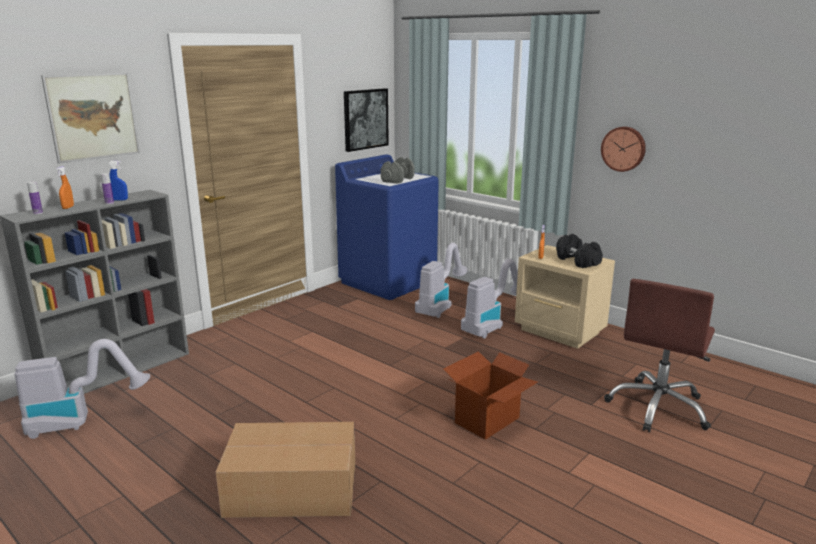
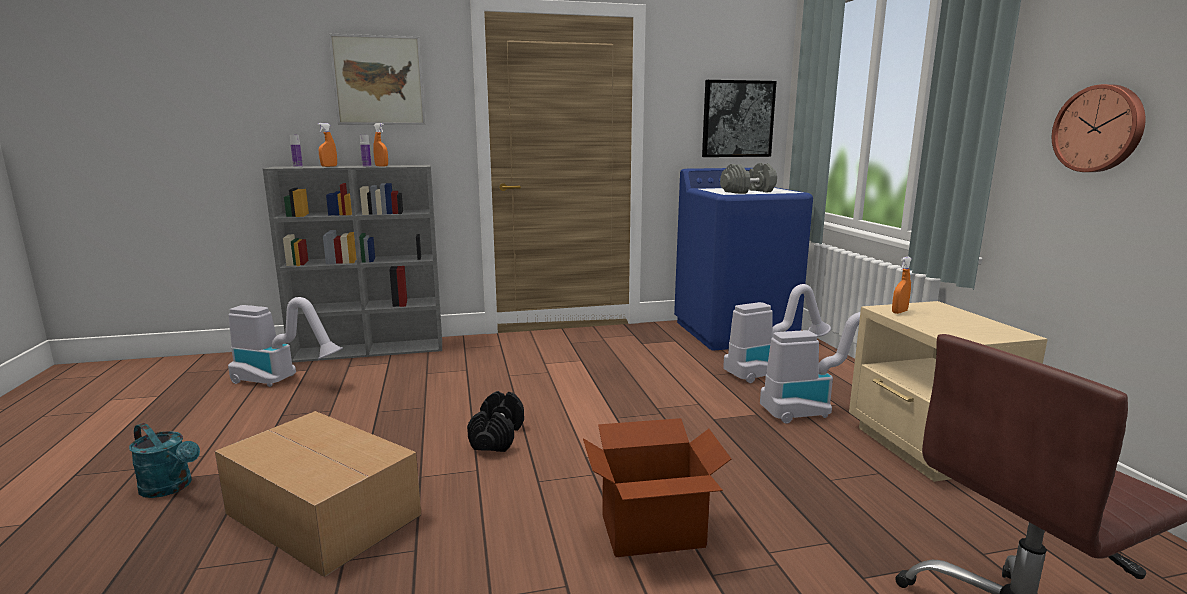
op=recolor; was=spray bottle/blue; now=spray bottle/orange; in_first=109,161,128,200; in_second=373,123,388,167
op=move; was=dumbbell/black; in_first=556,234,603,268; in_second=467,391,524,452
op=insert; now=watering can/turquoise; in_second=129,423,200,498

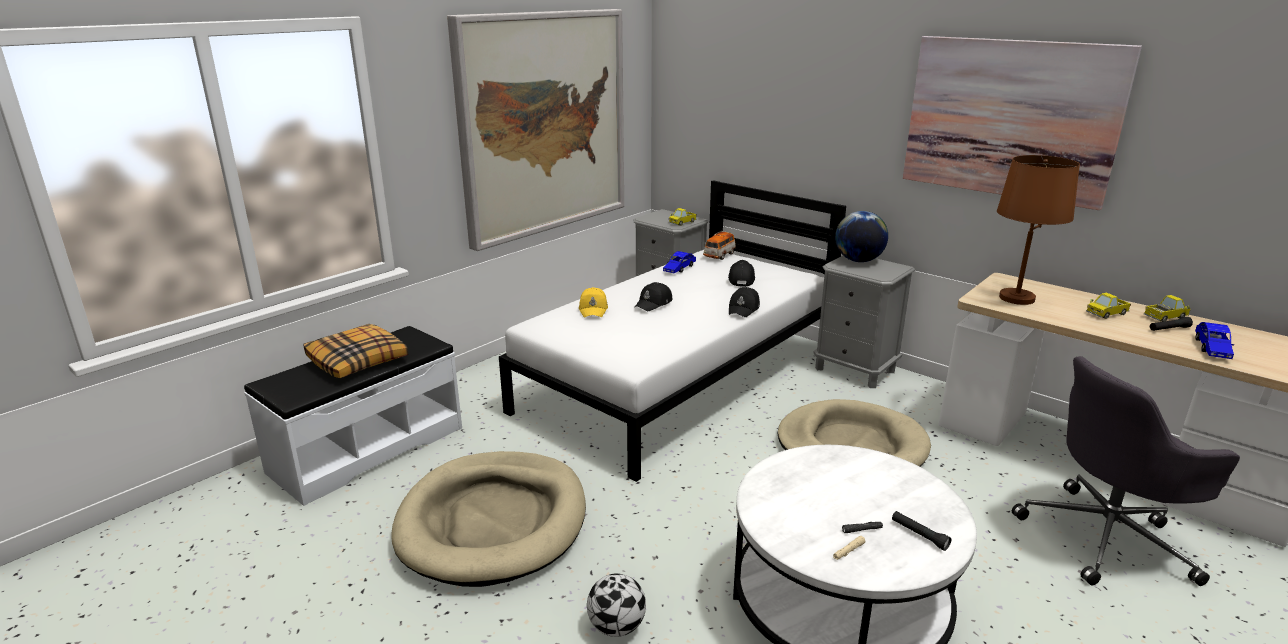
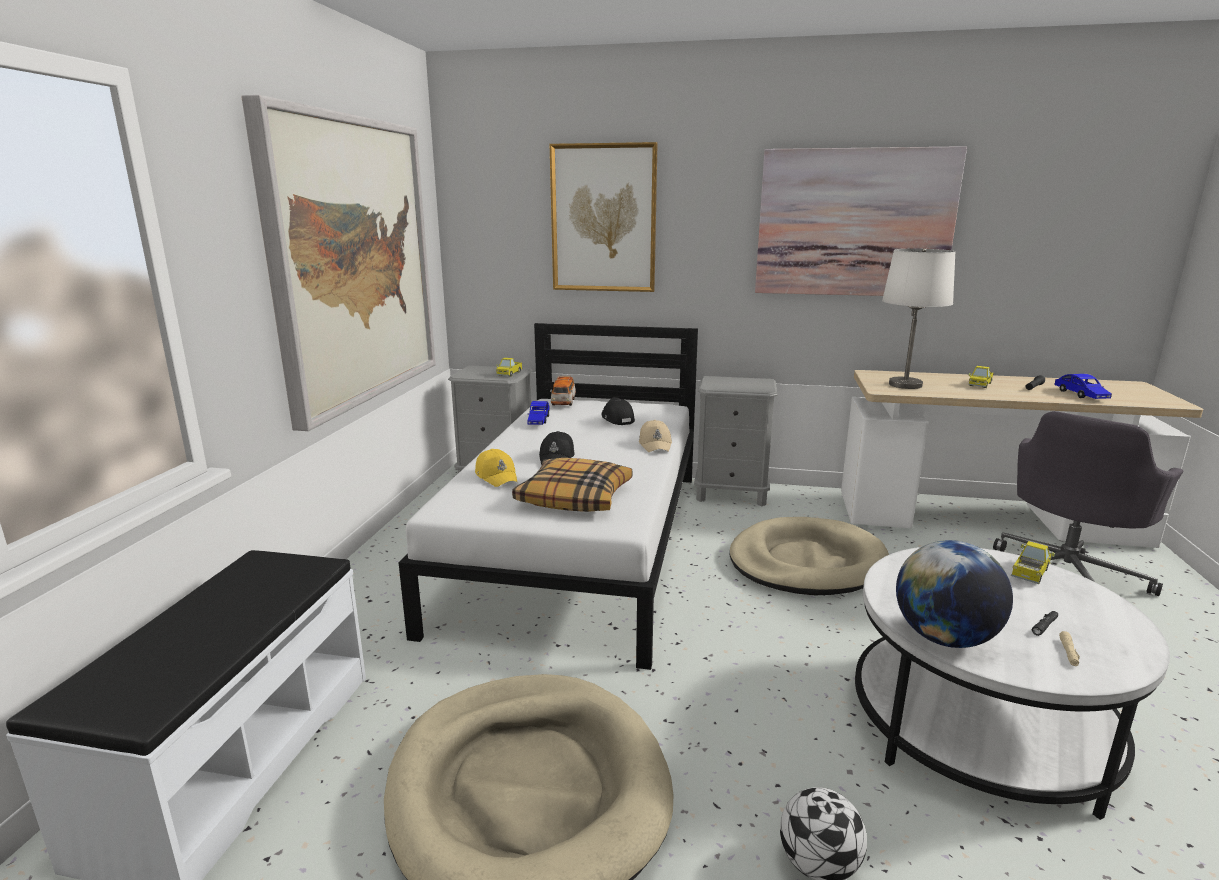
op=recolor; was=table lamp/brown; now=table lamp/white; in_first=997,155,1080,305; in_second=882,248,956,389
op=move; was=globe; in_first=835,211,888,262; in_second=896,540,1013,648
op=recolor; was=cap/black; now=cap/beige; in_first=729,287,760,317; in_second=639,420,672,452
op=move; was=toy truck; in_first=1144,295,1191,322; in_second=1011,541,1055,584
op=move; was=pillow; in_first=303,324,408,378; in_second=512,458,633,512
op=delete; was=flashlight/black; in_first=892,511,952,551
op=insert; now=picture; in_second=549,142,658,292

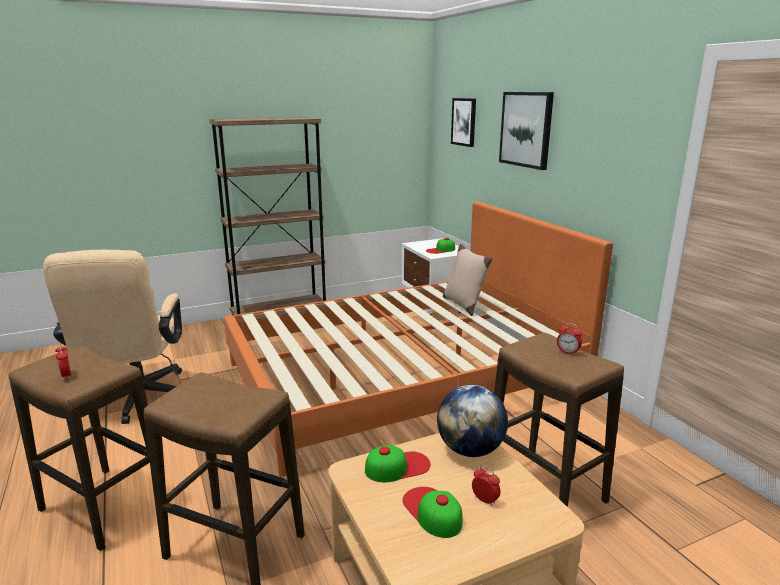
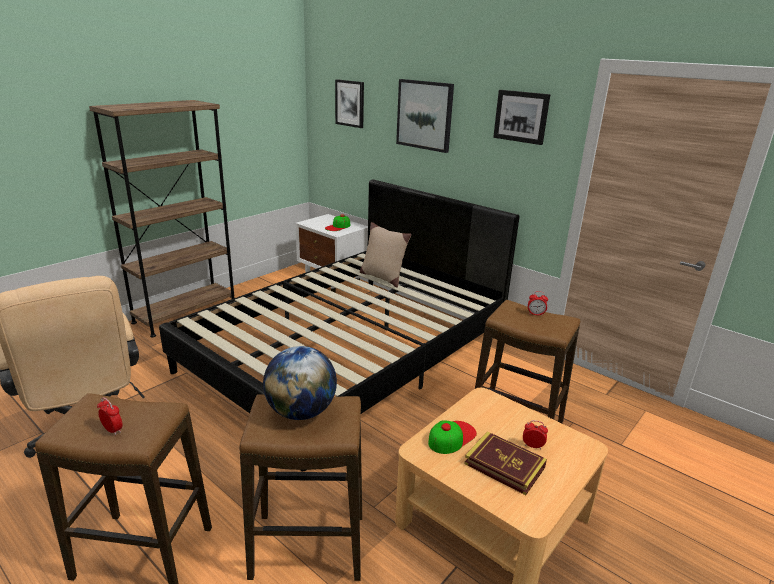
op=recolor; was=bed/orange; now=bed/black; in_first=224,201,613,477; in_second=159,179,520,471
op=move; was=globe; in_first=437,385,508,457; in_second=263,346,337,420
op=replace; was=cap; now=book; in_first=402,487,462,538; in_second=464,431,547,495
op=insert; now=picture; in_second=493,90,550,145

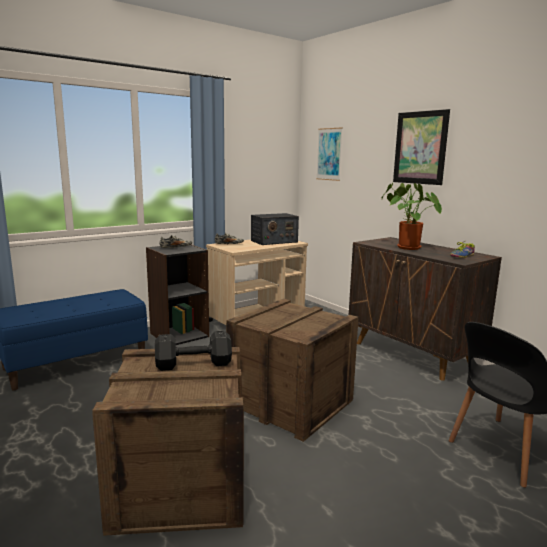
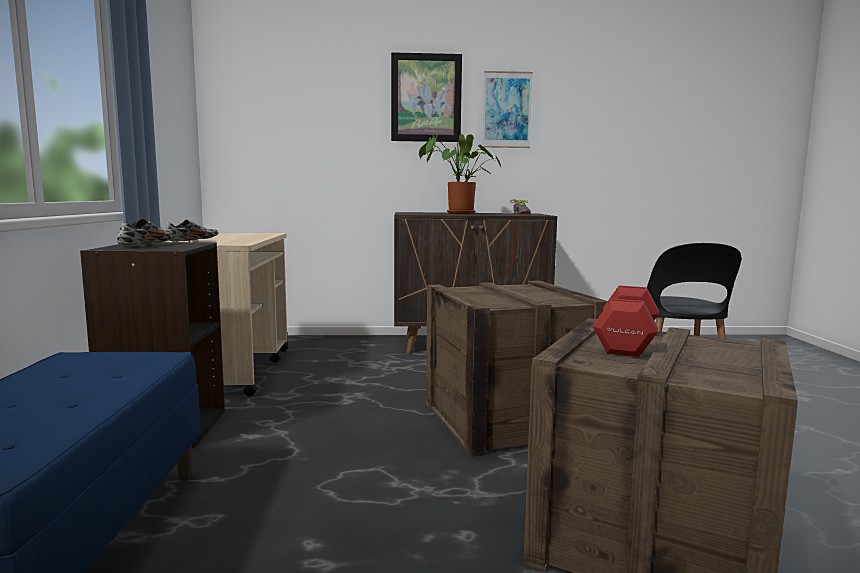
op=move; was=picture; in_first=316,128,343,181; in_second=482,71,533,148
op=delete; was=radio; in_first=251,213,299,245
op=recolor; was=dumbbell/black; now=dumbbell/red; in_first=155,331,232,371; in_second=593,285,659,357

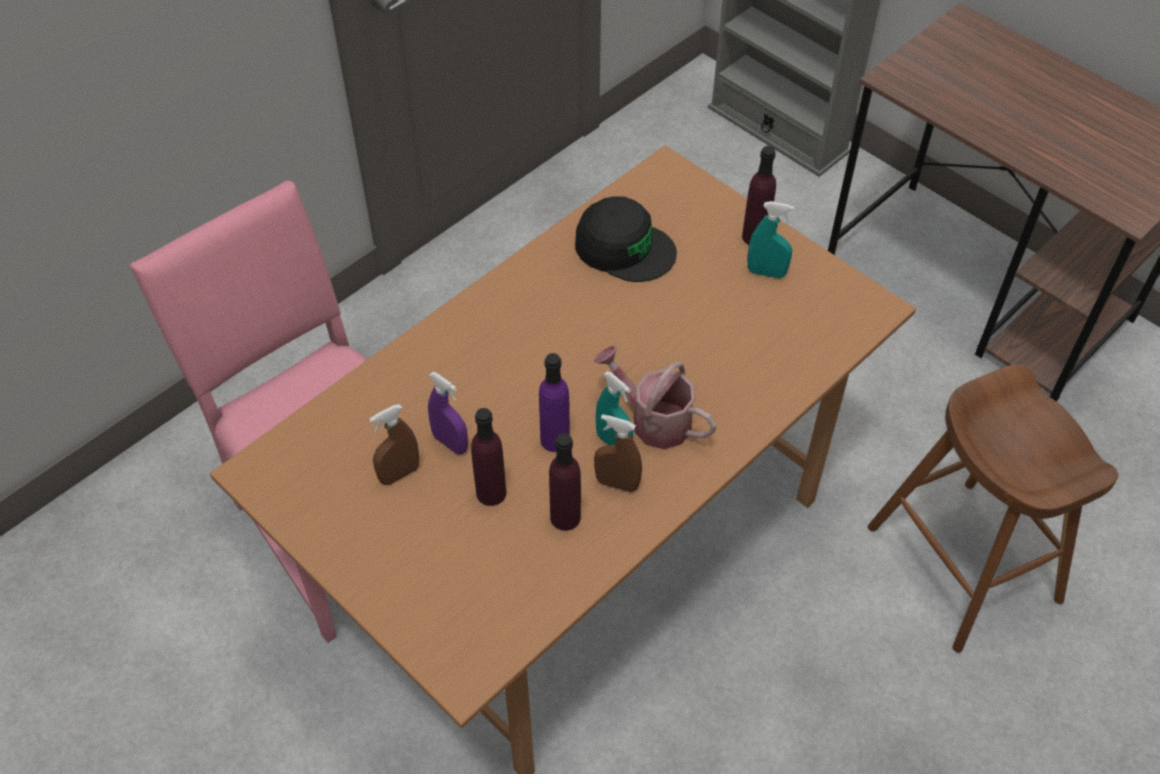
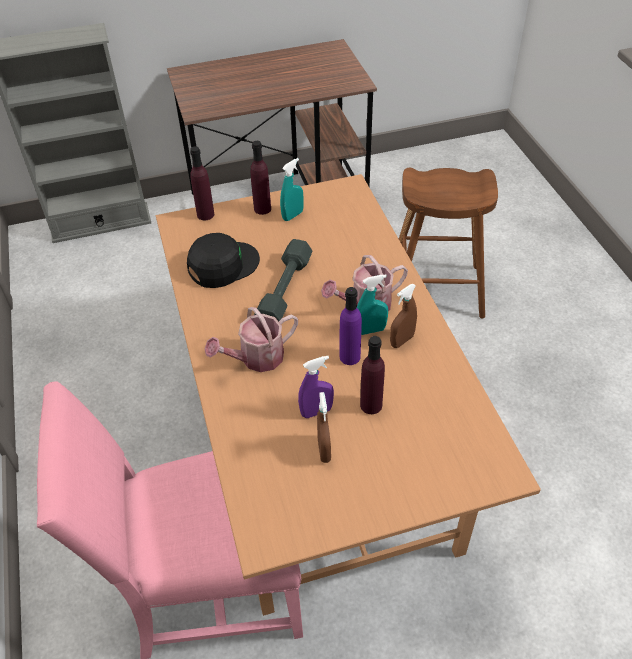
op=move; was=bottle/purple; in_first=549,433,581,531; in_second=190,146,214,220
op=insert; now=dumbbell/grey; in_second=254,239,312,322
op=insert; now=watering can; in_second=205,307,298,372

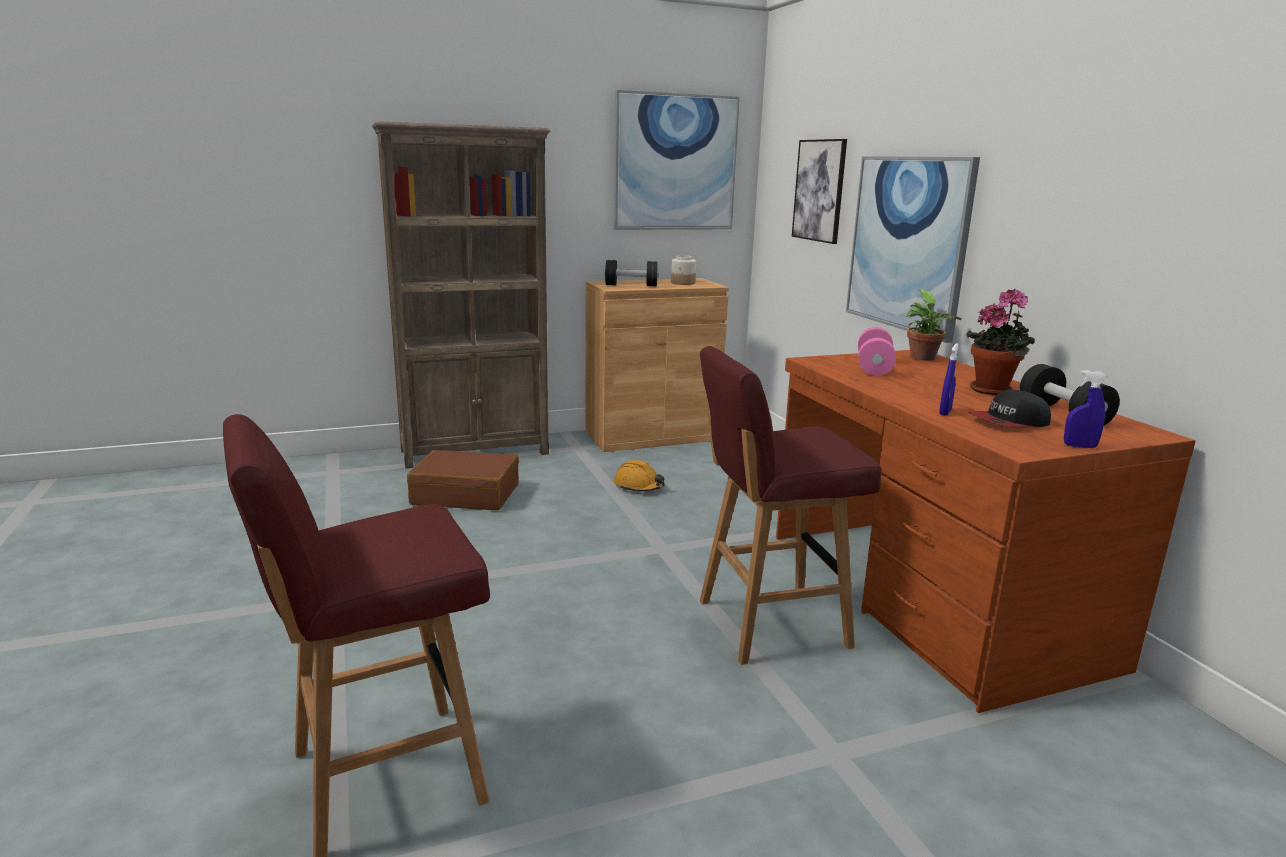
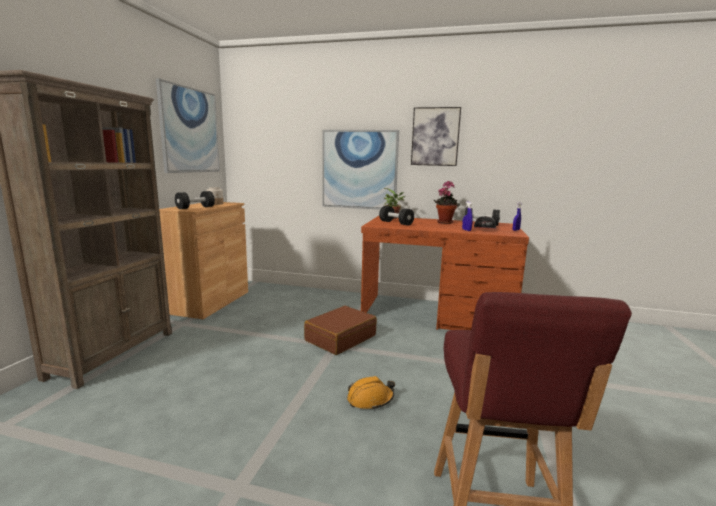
op=move; was=picture; in_first=792,139,847,244; in_second=411,107,461,166
op=recolor; was=dumbbell/pink; now=dumbbell/black; in_first=858,327,896,376; in_second=379,206,414,226
op=delete; was=stool/red; in_first=700,346,881,665
op=move; was=suitcase/brown; in_first=407,450,519,510; in_second=304,306,377,355
op=move; was=hard hat/orange; in_first=614,460,664,492; in_second=347,376,395,410

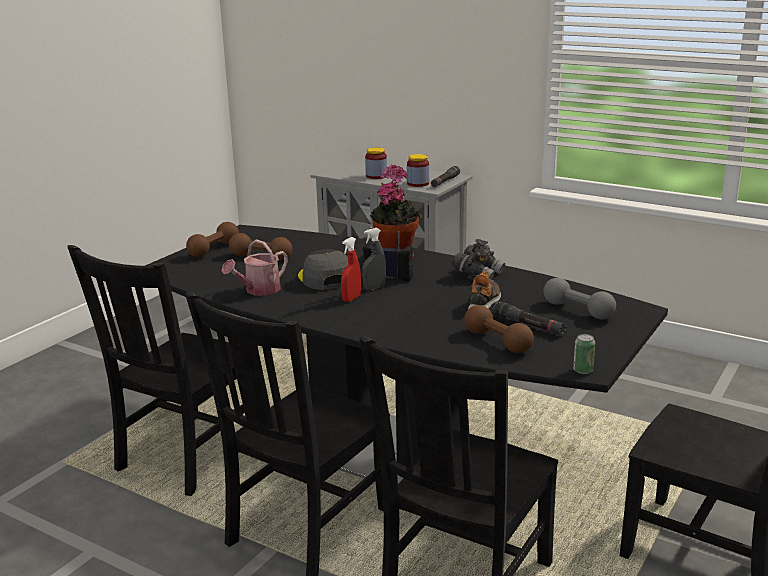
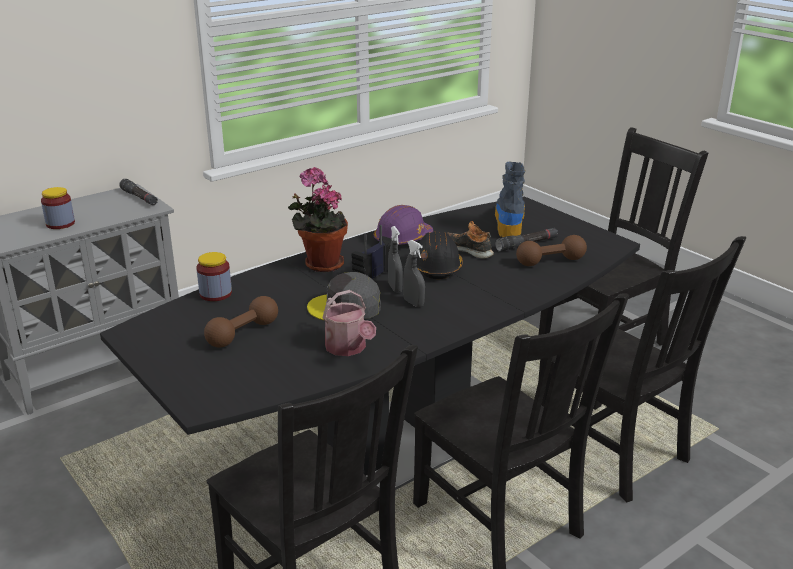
op=move; was=jar; in_first=407,154,429,187; in_second=196,252,232,301
op=delete; was=dumbbell/brown; in_first=186,222,239,257
op=recolor; was=spray bottle/red; now=spray bottle/grey; in_first=341,237,361,302; in_second=403,240,425,307
op=replace; was=binoculars/grey; now=hard hat/purple; in_first=452,239,505,280; in_second=374,205,433,245
op=replace; was=dumbbell/grey; now=boot; in_first=544,278,616,319; in_second=495,162,525,237
op=delete; was=can; in_first=573,334,595,374
op=insert; now=hard hat/black; in_second=416,231,463,279

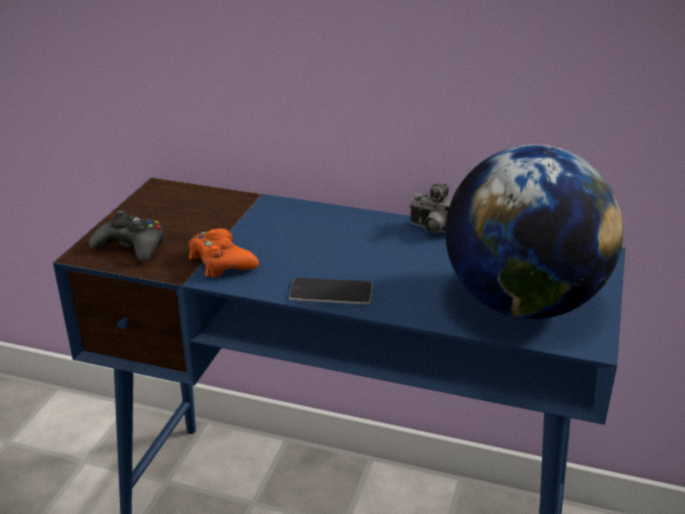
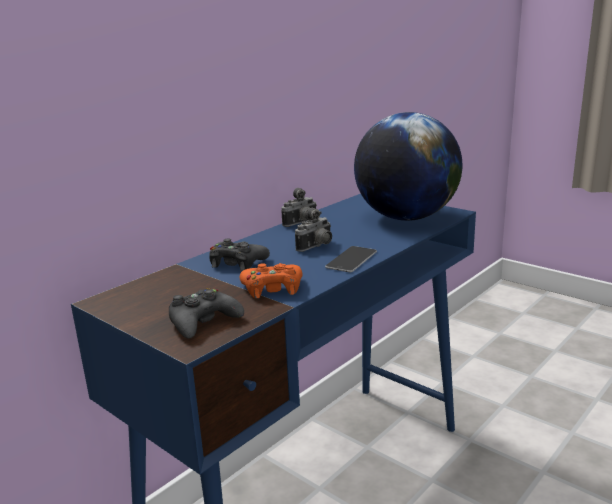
op=insert; now=photo camera; in_second=295,208,332,252
op=insert; now=game controller/black; in_second=209,239,270,271

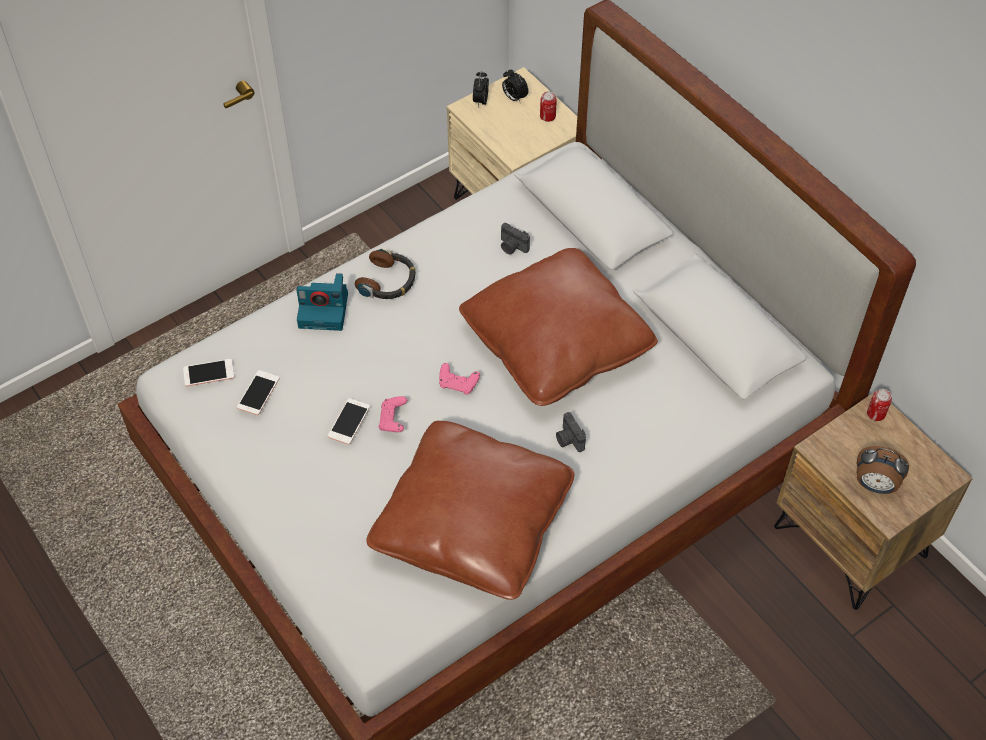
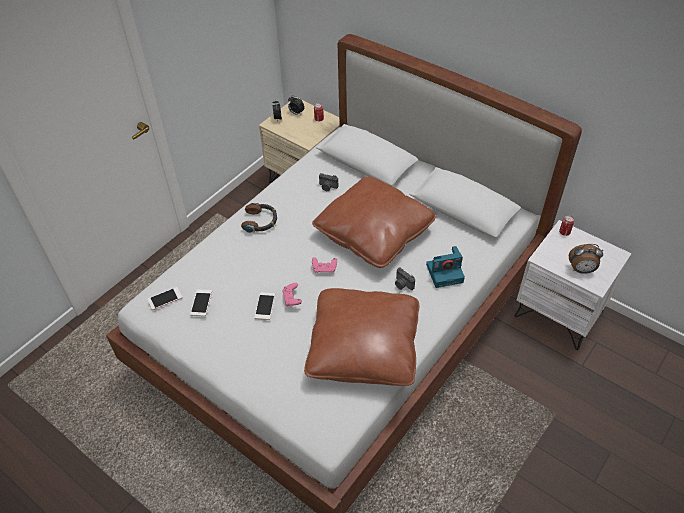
op=move; was=photo camera; in_first=297,273,348,331; in_second=426,246,465,288
op=recolor; was=nightstand/brown; now=nightstand/white; in_first=774,390,973,610; in_second=515,220,631,350

